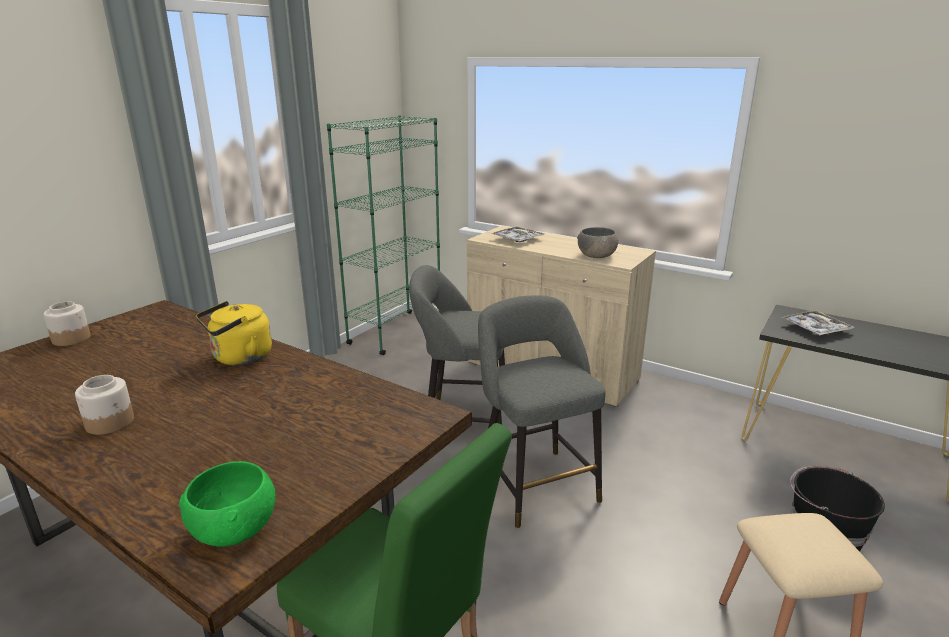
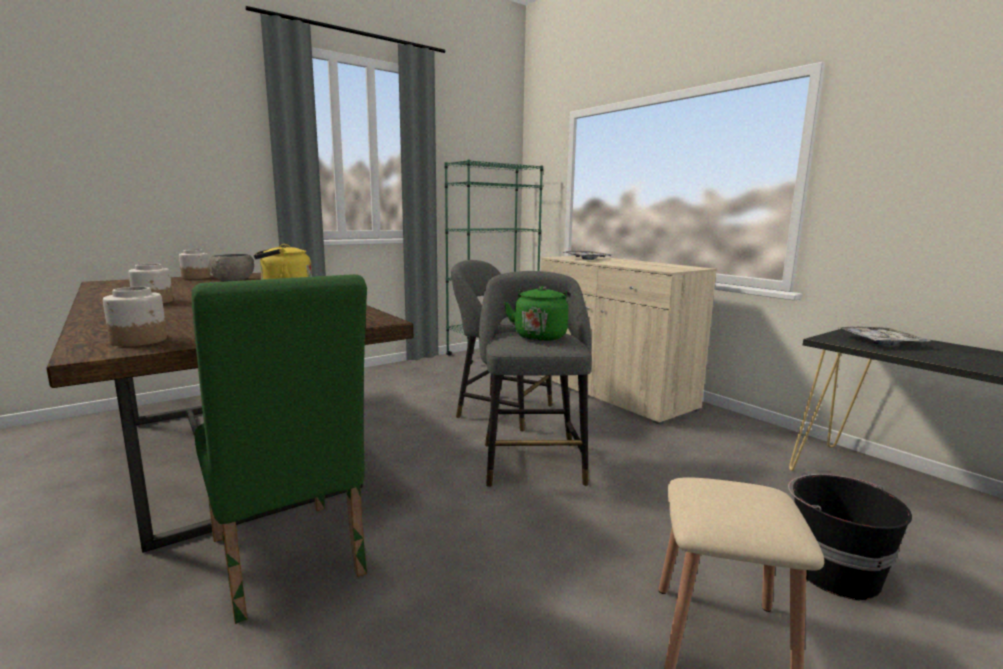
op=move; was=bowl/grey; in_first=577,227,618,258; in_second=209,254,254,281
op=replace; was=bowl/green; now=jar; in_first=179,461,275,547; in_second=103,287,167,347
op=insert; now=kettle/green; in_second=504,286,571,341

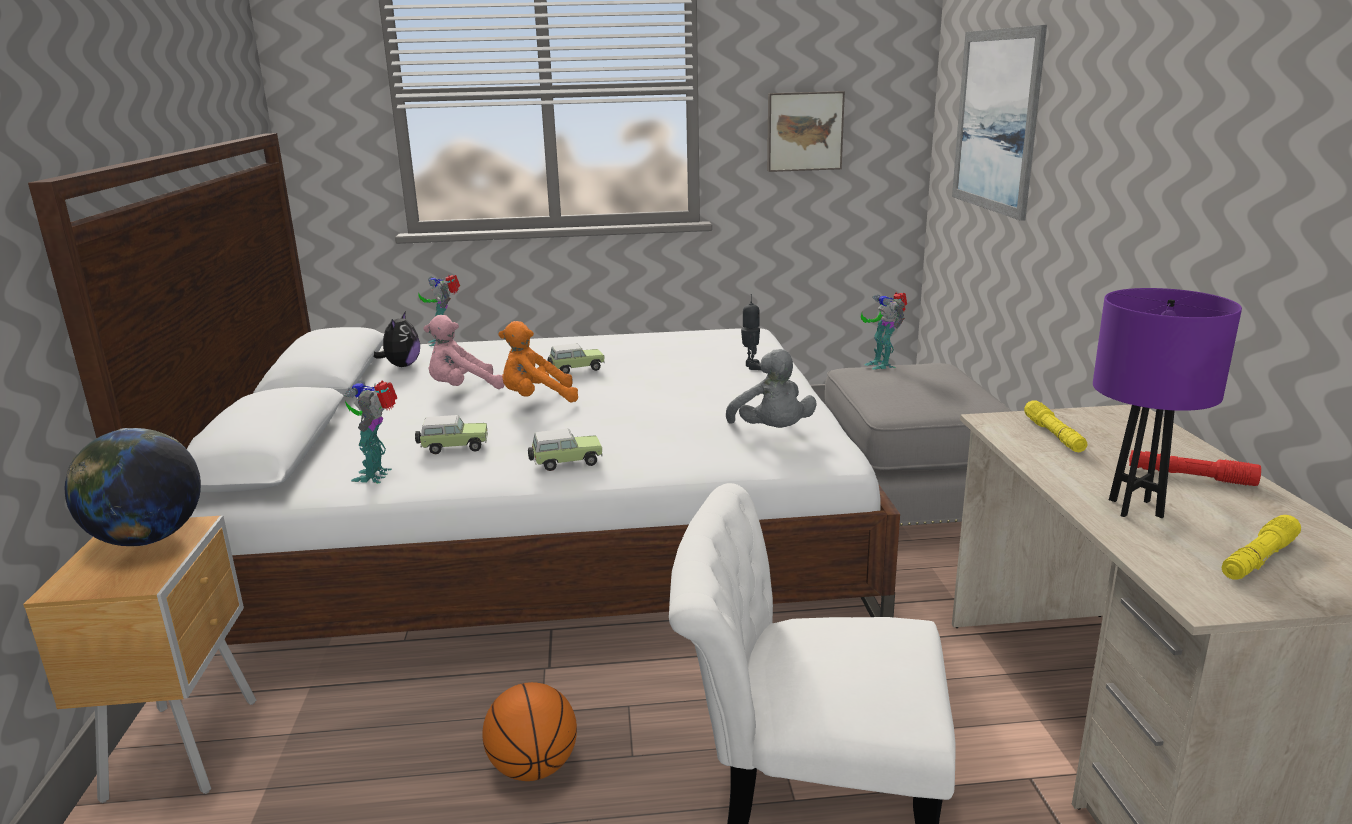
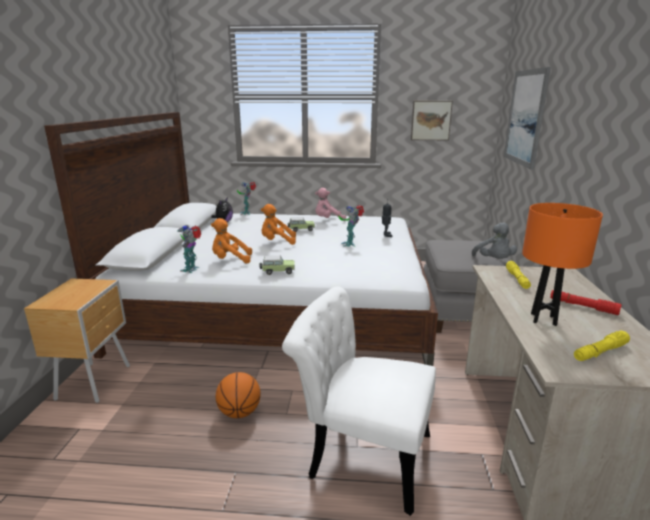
op=recolor; was=table lamp/purple; now=table lamp/orange; in_first=1093,288,1242,518; in_second=522,203,603,326
op=move; was=toy robot; in_first=861,292,907,370; in_second=339,205,364,247
op=move; was=plush toy/pink; in_first=424,315,505,389; in_second=315,188,346,219
op=move; was=plush toy/grey; in_first=726,349,817,428; in_second=472,223,517,259
op=replace; was=toy car; now=plush toy/orange; in_first=415,415,488,454; in_second=211,218,252,264
op=delete; was=globe; in_first=65,428,201,546

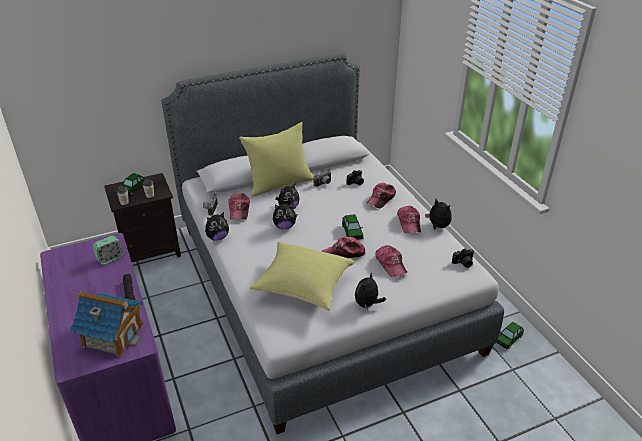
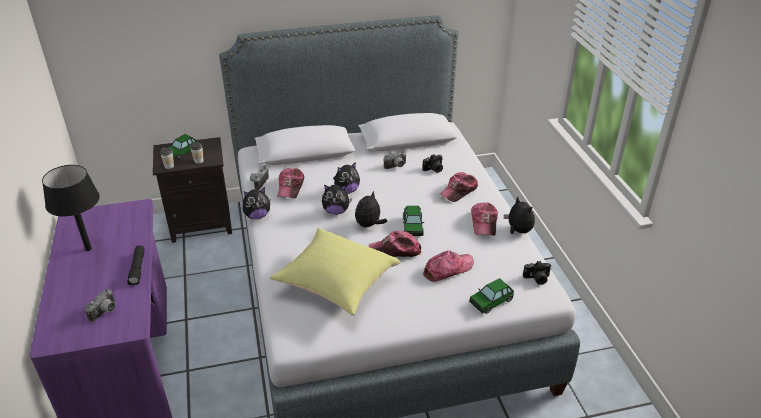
op=delete; was=pillow/yellow; in_first=239,122,314,196
op=delete; was=alarm clock; in_first=93,236,123,265
op=rotate; was=cap; in_first=375,245,407,277; in_second=423,250,474,282; clockwise=-105
op=move; was=plush toy; in_first=355,273,386,309; in_second=355,191,387,227
op=replace; was=toy house; now=photo camera; in_first=70,291,144,357; in_second=85,289,115,322
op=move; was=toy car; in_first=497,321,524,349; in_second=469,278,514,314
op=insert; now=table lamp/black; in_second=42,165,100,251

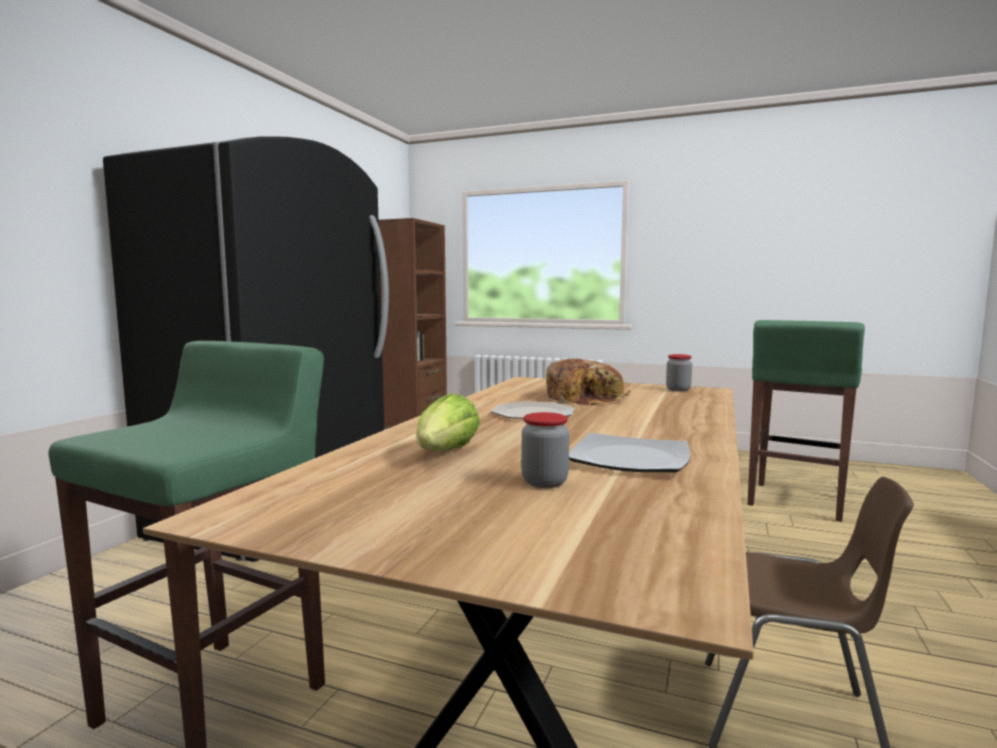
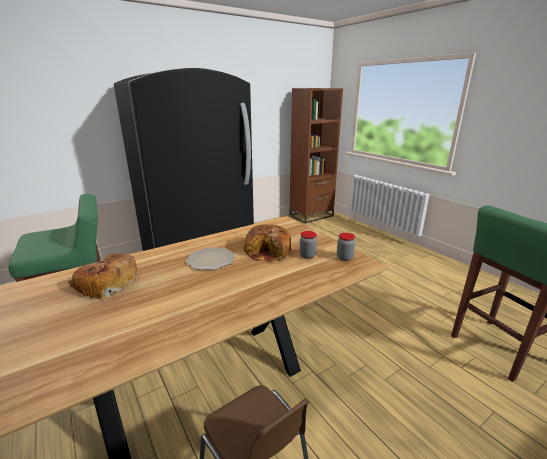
op=replace; was=lettuce; now=bread; in_first=416,393,480,450; in_second=68,254,137,299
op=move; was=jar; in_first=521,412,569,488; in_second=300,231,317,259
op=delete; was=plate; in_first=569,433,690,472

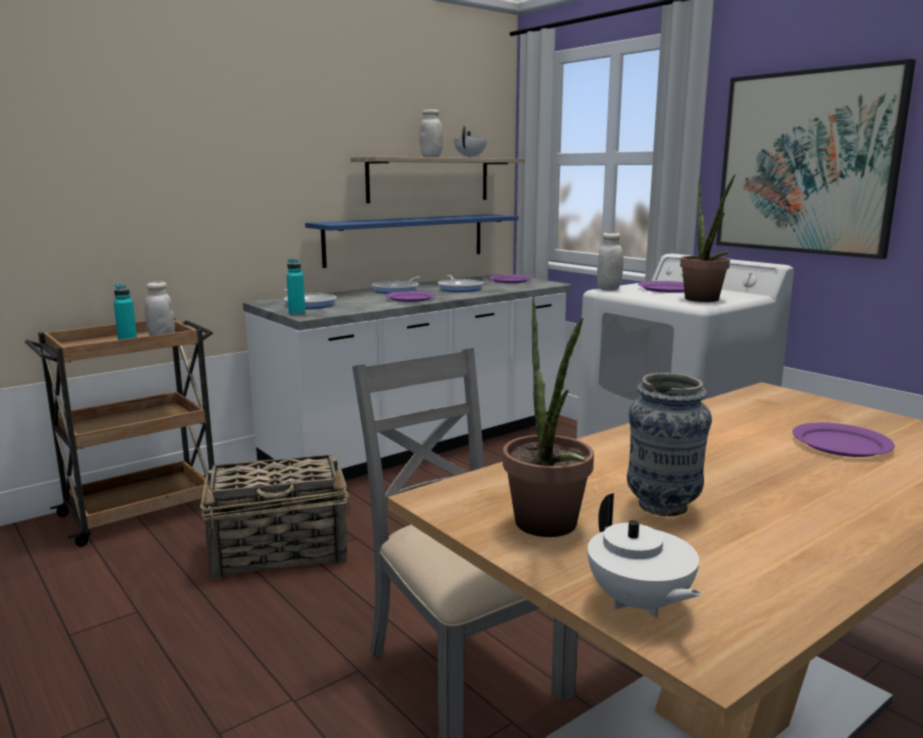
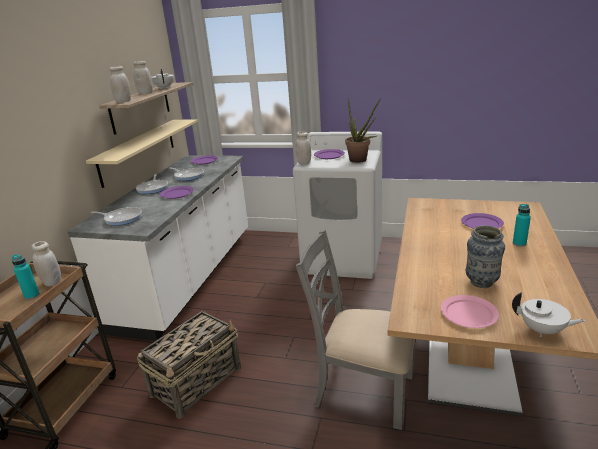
op=delete; was=picture; in_first=716,59,916,259
op=recolor; was=shelf/blue; now=shelf/beige; in_first=305,214,519,268; in_second=86,119,198,188
op=move; was=bottle/turquoise; in_first=286,258,306,316; in_second=513,204,531,247
op=replace; was=potted plant; now=plate/pink; in_first=503,295,594,537; in_second=441,295,499,328
op=insert; now=jar/white; in_second=109,66,131,103

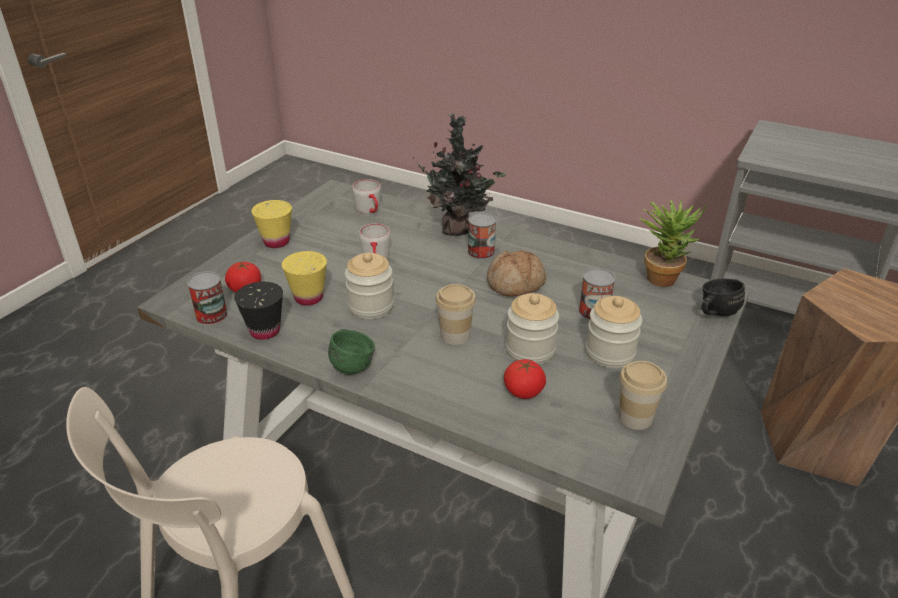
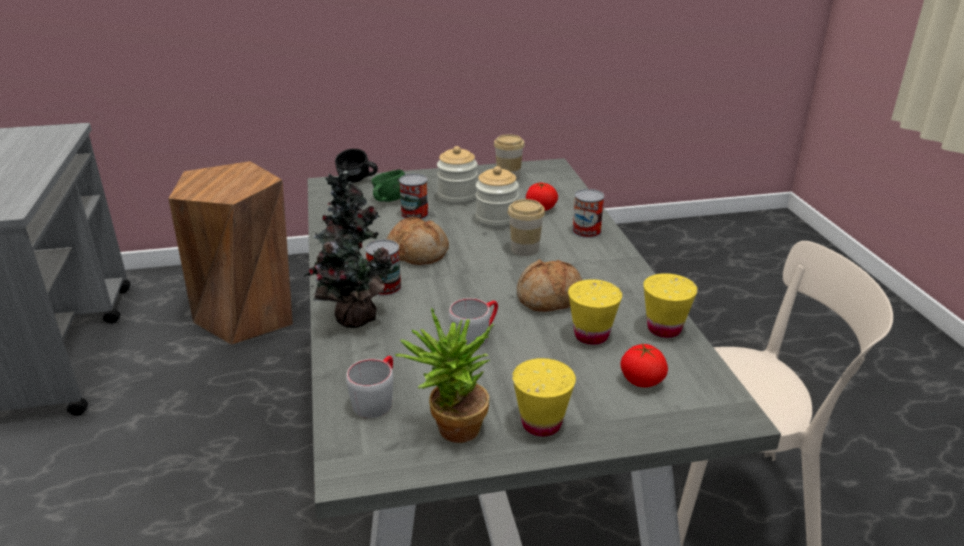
op=move; was=potted plant; in_first=639,200,706,287; in_second=395,308,494,443
op=replace; was=jar; now=bread; in_first=345,253,394,319; in_second=517,259,582,312
op=move; was=can; in_first=187,271,228,325; in_second=572,189,604,238
op=recolor; was=cup/black; now=cup/yellow; in_first=234,282,283,340; in_second=643,273,698,338
op=move; was=mug/green; in_first=328,329,375,375; in_second=371,169,405,202

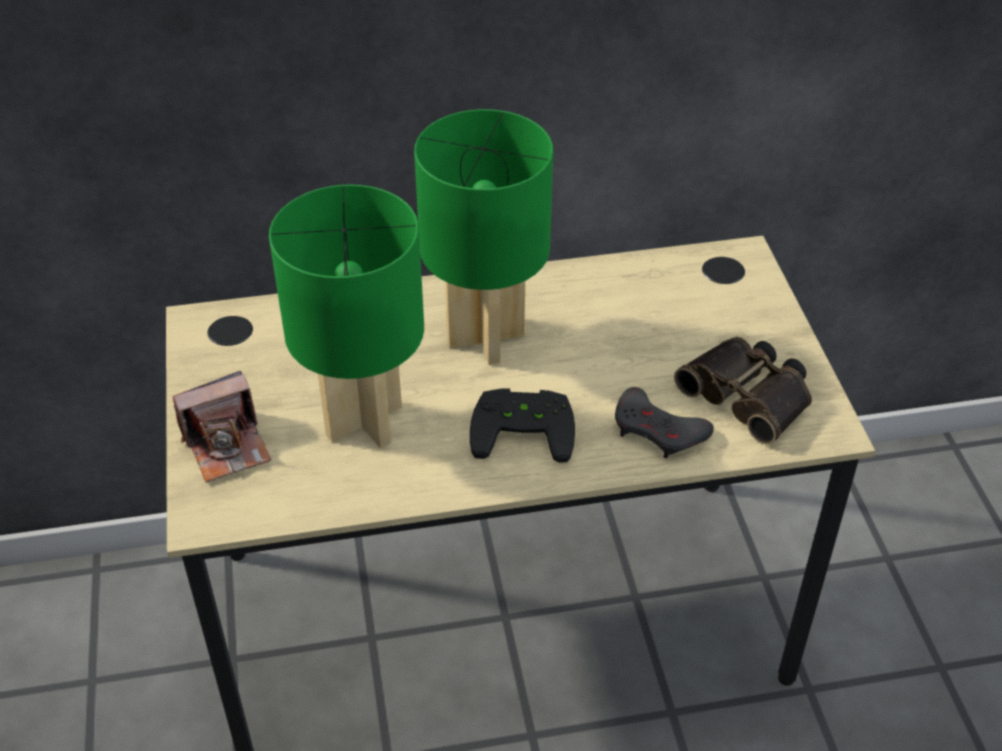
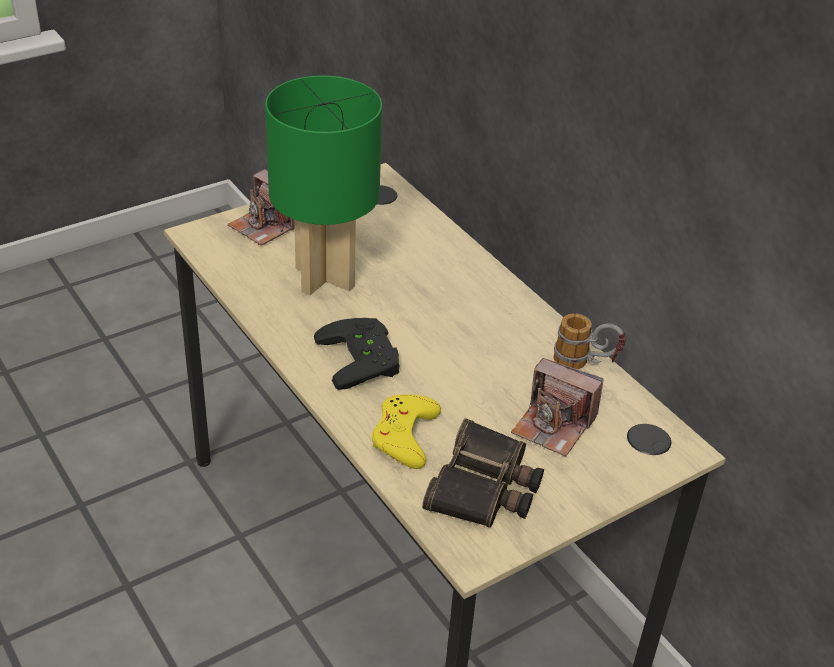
op=delete; was=table lamp/green; in_first=414,109,553,365
op=recolor; was=game controller/grey; now=game controller/yellow; in_first=615,387,714,458; in_second=372,395,441,469
op=insert; now=mug; in_second=554,313,626,369
op=insert; now=photo camera; in_second=511,358,603,456

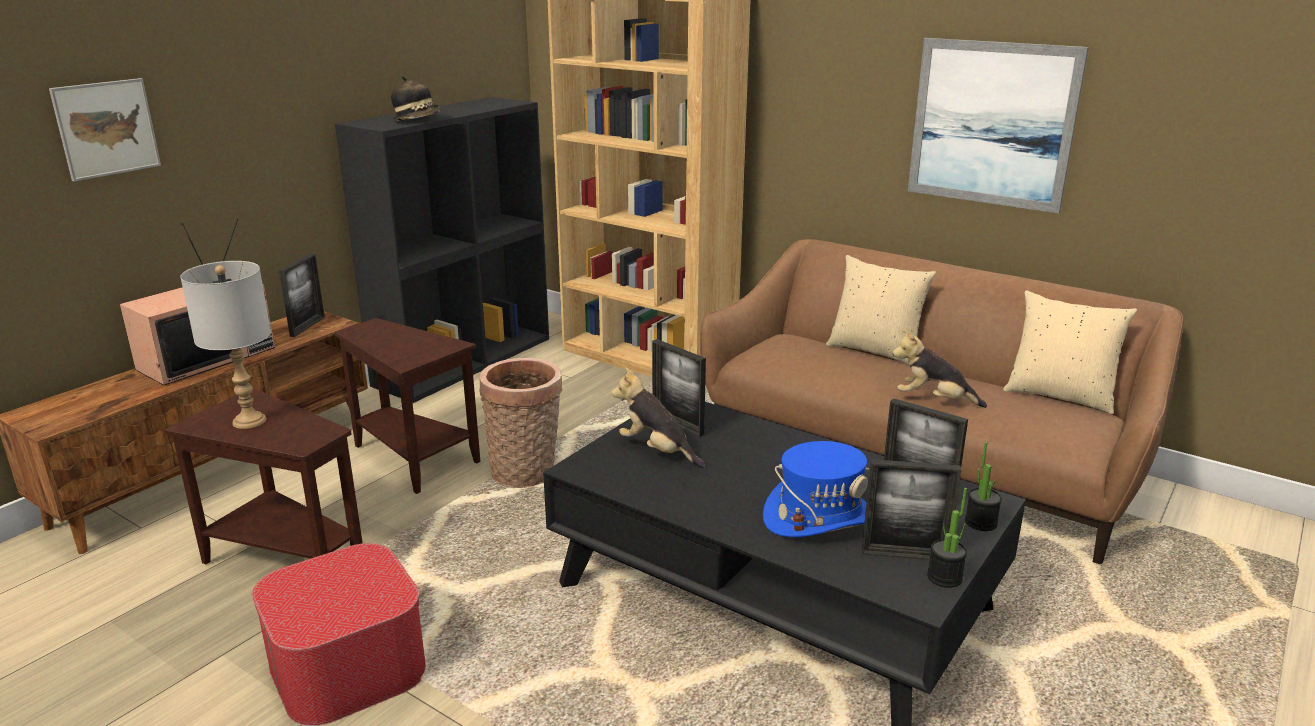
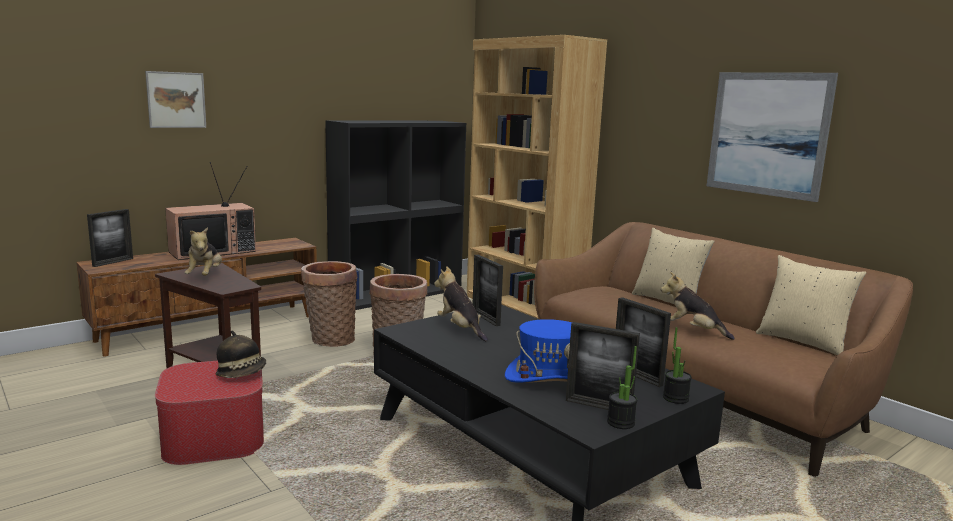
op=move; was=hat; in_first=391,76,441,121; in_second=215,330,266,378
op=move; was=picture frame; in_first=279,254,325,337; in_second=87,209,133,267
op=replace; was=table lamp/grey; now=plush toy; in_first=180,261,271,429; in_second=185,227,222,276
op=replace; was=side table/brown; now=basket; in_first=335,318,480,494; in_second=301,261,357,347

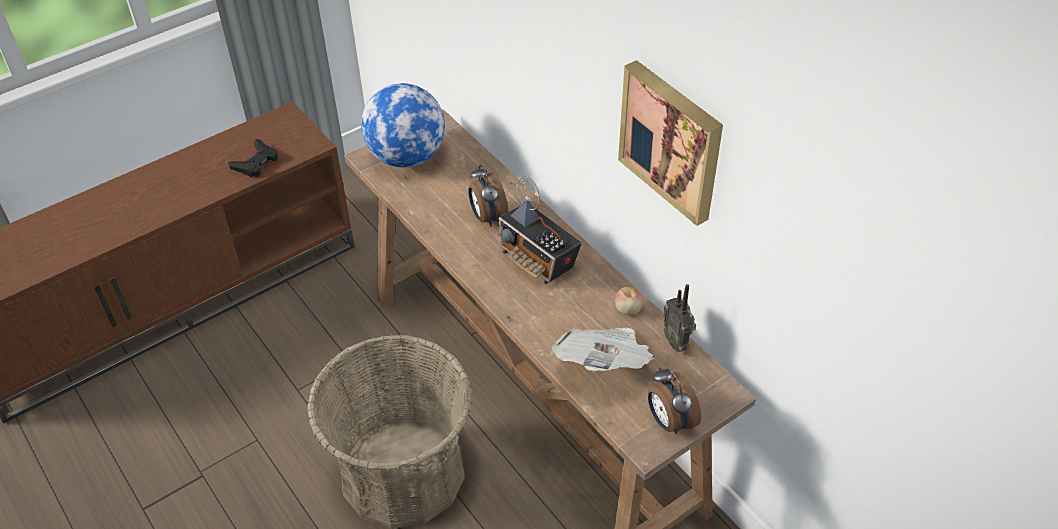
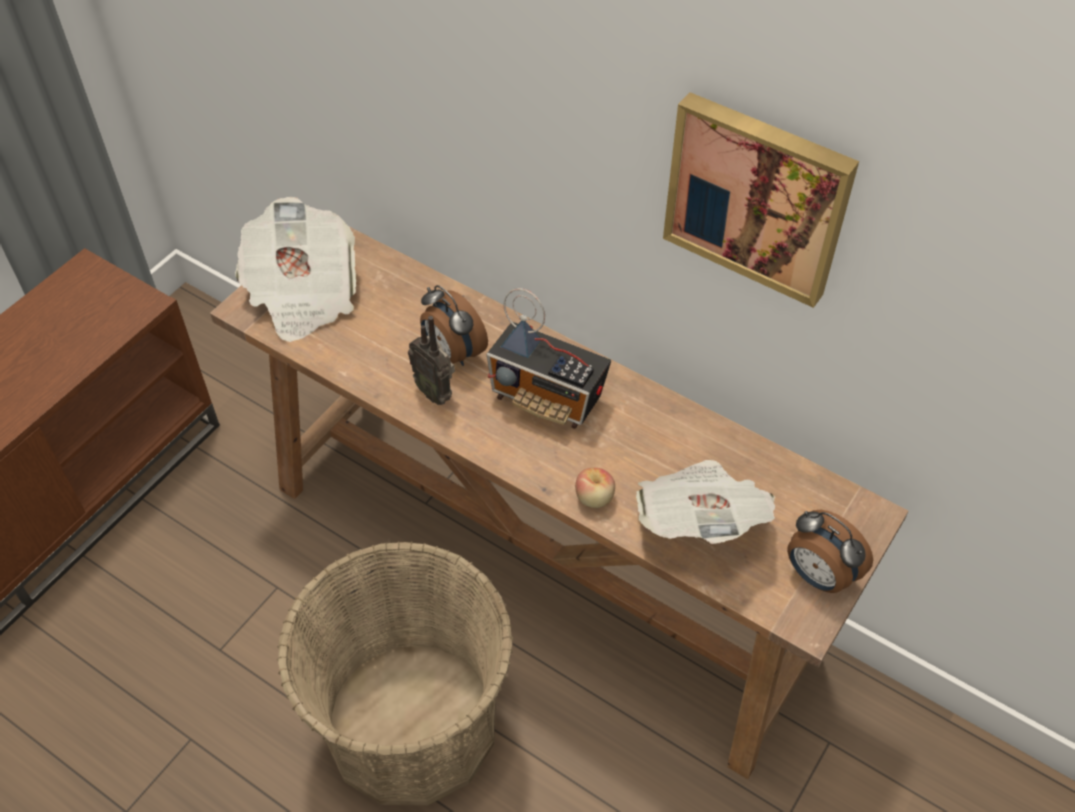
op=replace; was=globe; now=newspaper; in_first=361,83,445,167; in_second=235,197,356,342
op=delete; was=game controller/black; in_first=228,139,278,177
op=move; was=radio; in_first=663,284,696,352; in_second=408,316,455,405
op=move; was=apple; in_first=615,287,643,315; in_second=575,468,615,508

